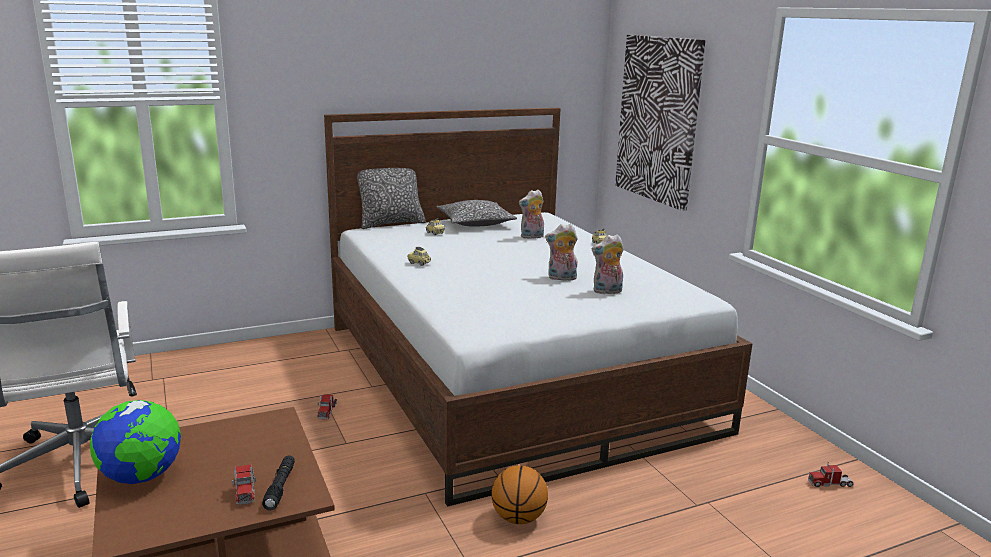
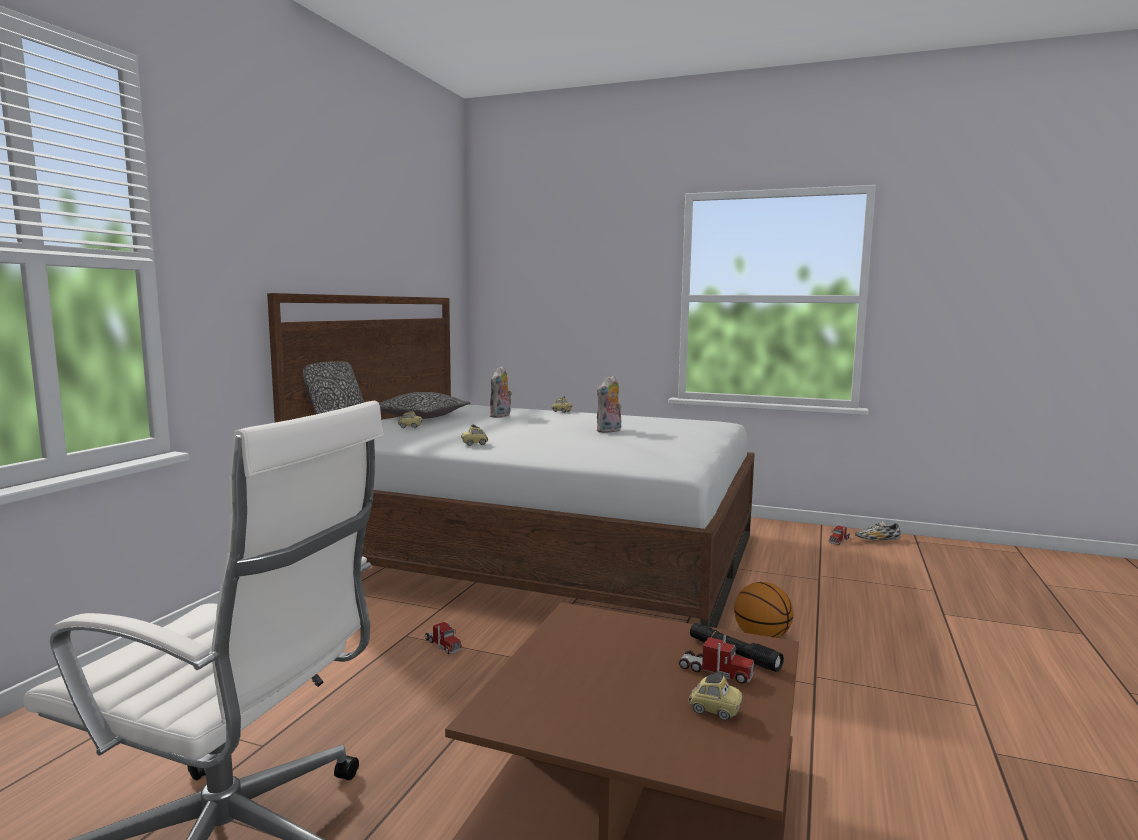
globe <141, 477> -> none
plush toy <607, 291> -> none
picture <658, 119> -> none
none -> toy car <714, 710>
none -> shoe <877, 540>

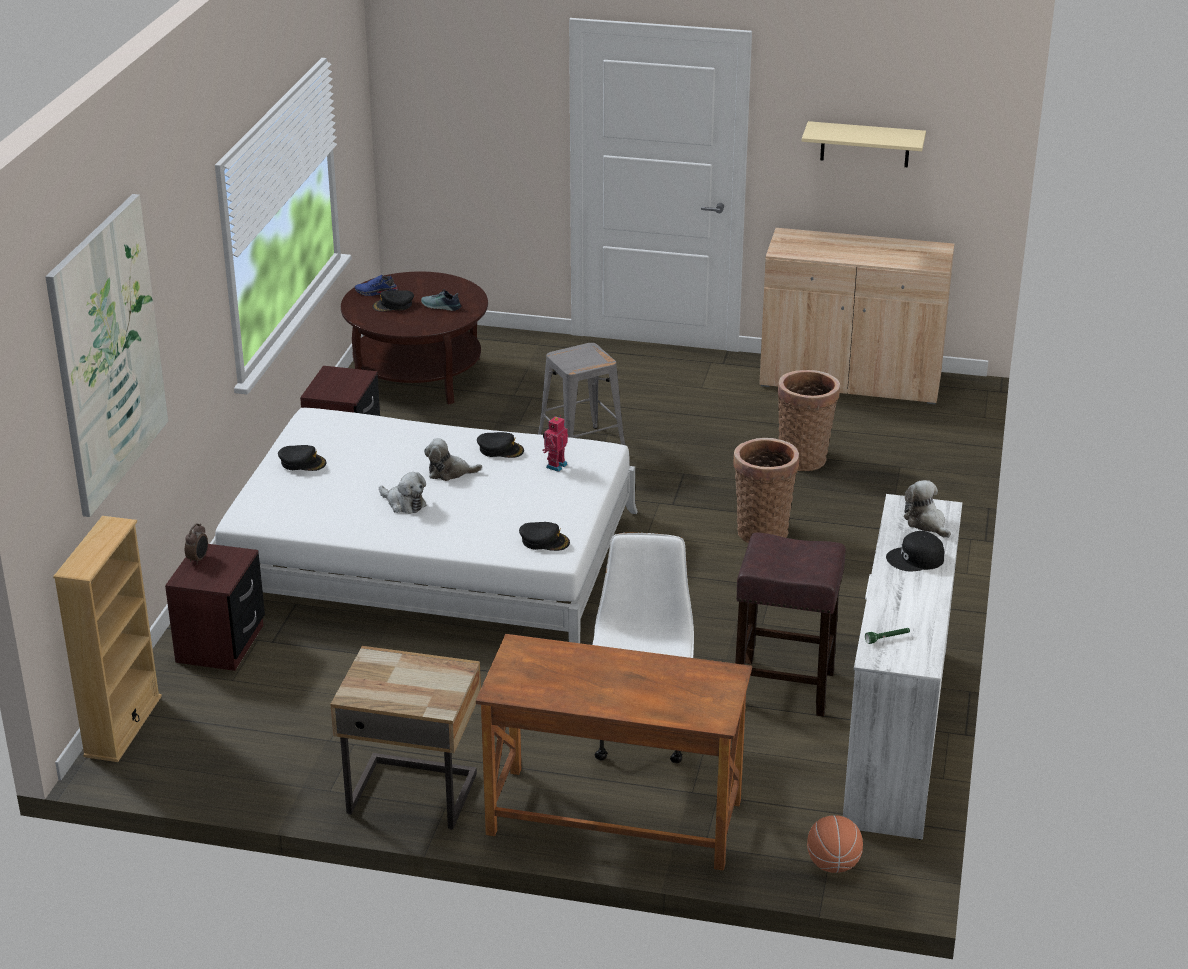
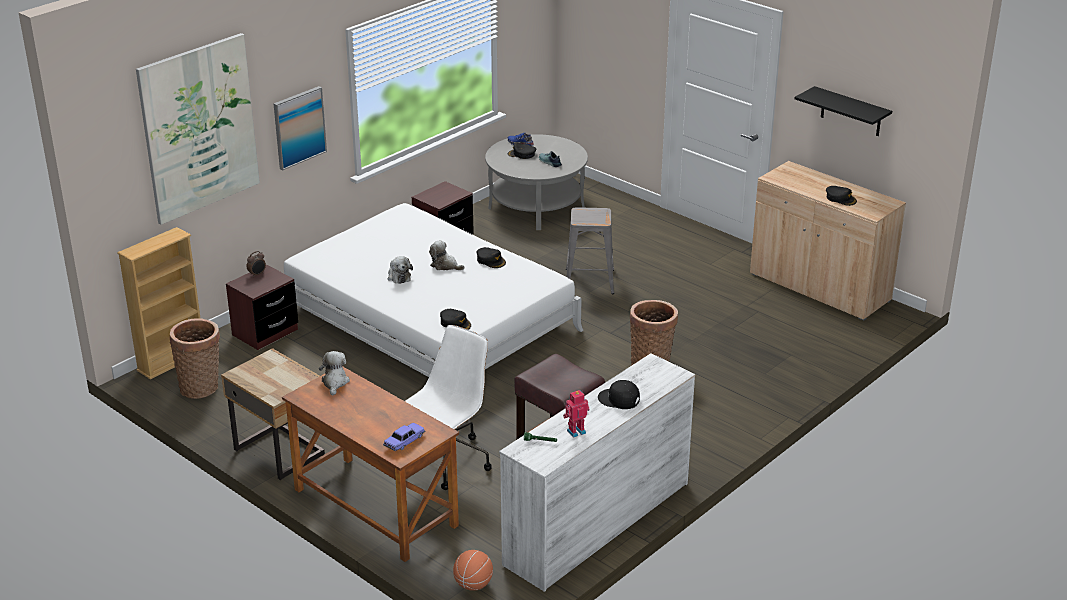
none -> picture <299, 127>
none -> toy car <404, 441>
cap (black) <302, 462> -> cap (black) <840, 198>, move
toy robot <555, 465> -> toy robot <575, 431>, move
basket <804, 457> -> basket <201, 387>, move
plush toy <926, 523> -> plush toy <335, 382>, move
coffee table (brown) <418, 376> -> coffee table (grey) <536, 207>
shelf (beige) <865, 144> -> shelf (black) <851, 112>

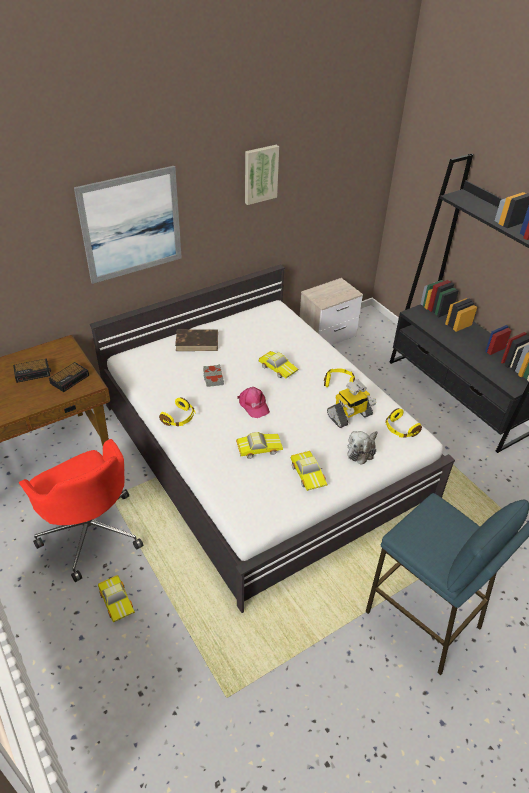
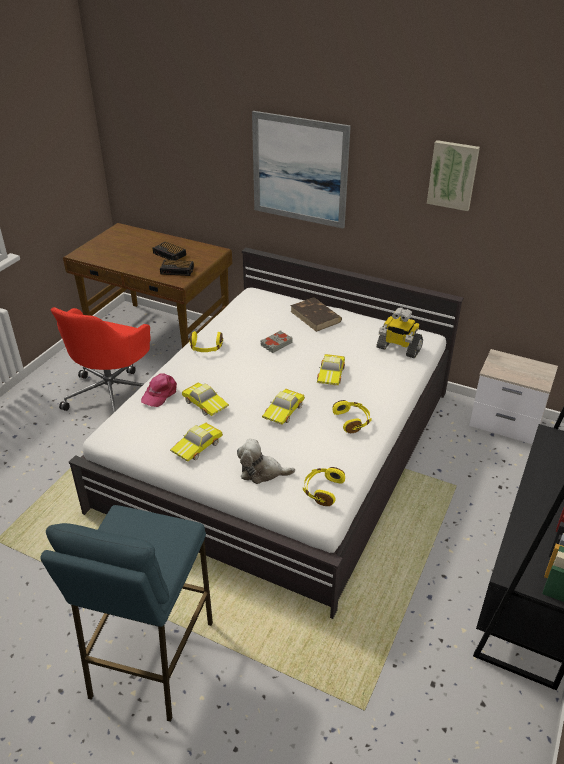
toy car <117, 600> -> toy car <284, 411>, move
cap (pink) <253, 405> -> cap (pink) <160, 393>, move
toy robot <349, 416> -> toy robot <398, 348>, move

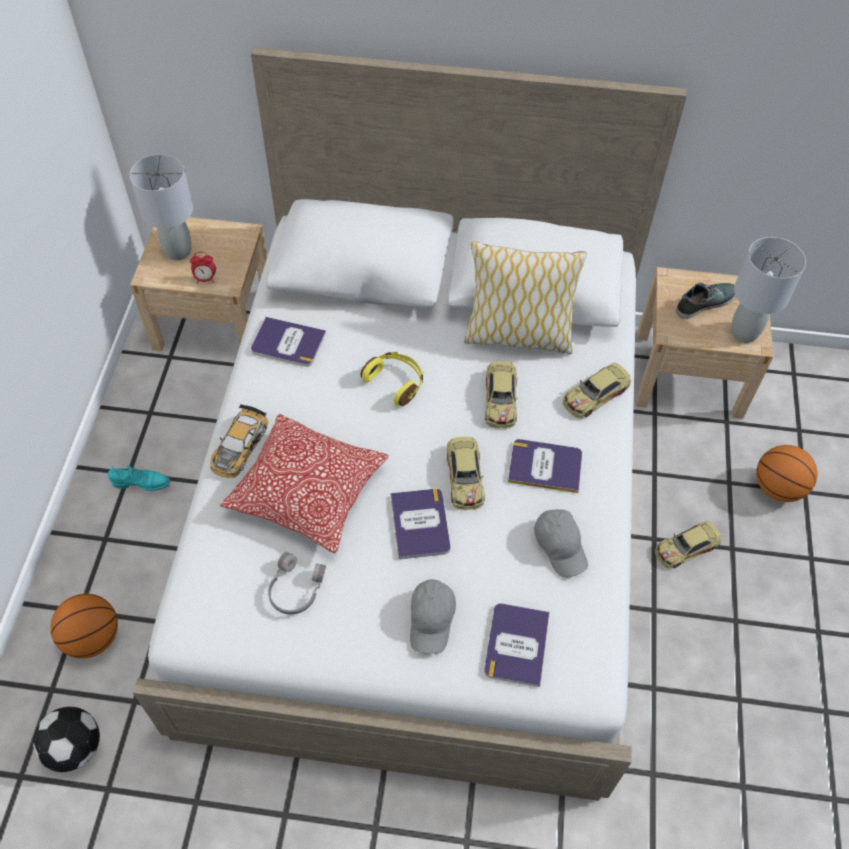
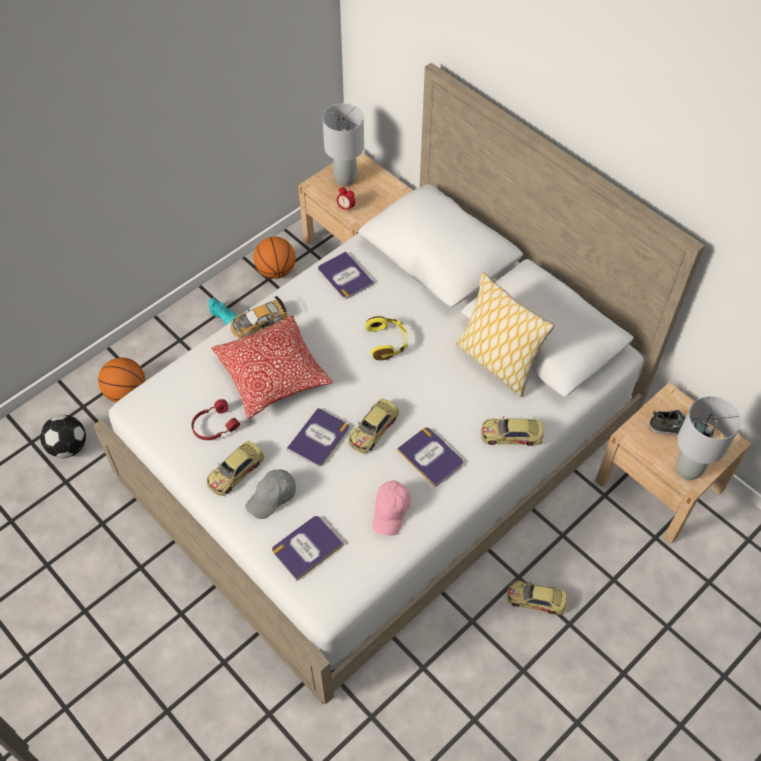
toy car <500, 399> -> toy car <235, 471>, move
basketball <777, 488> -> basketball <276, 271>, move
headphones (grey) <295, 589> -> headphones (red) <214, 425>
cap (grey) <560, 546> -> cap (pink) <391, 511>

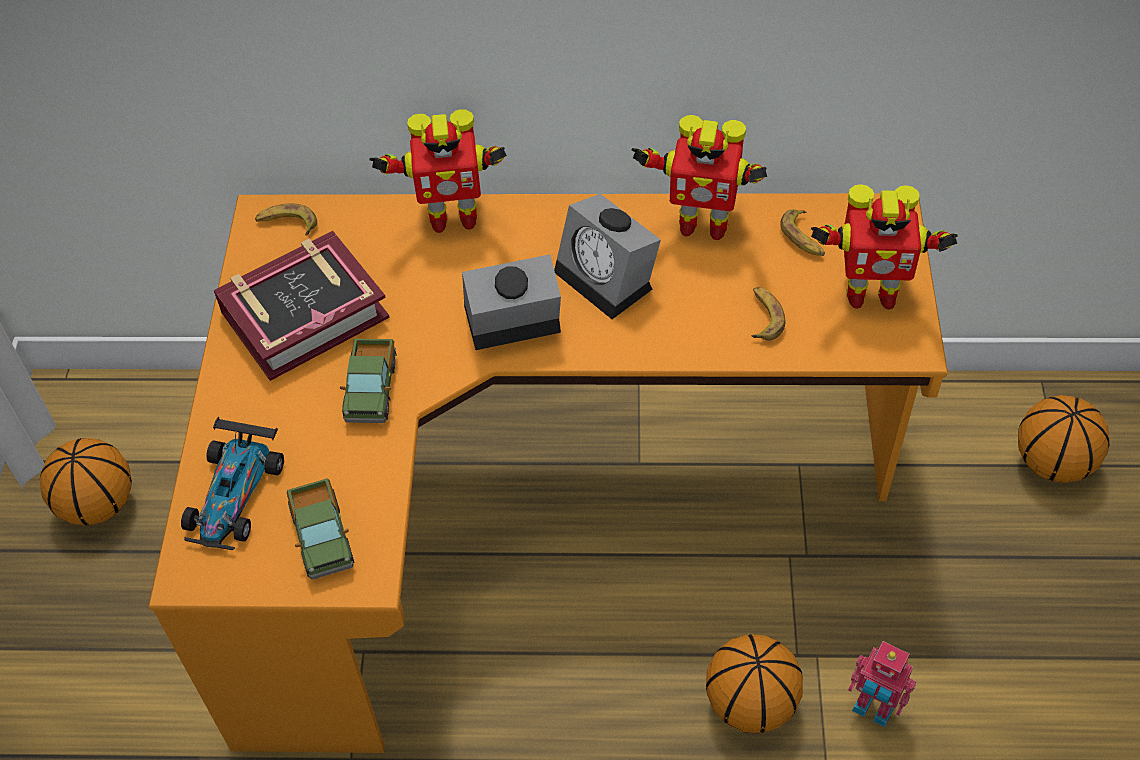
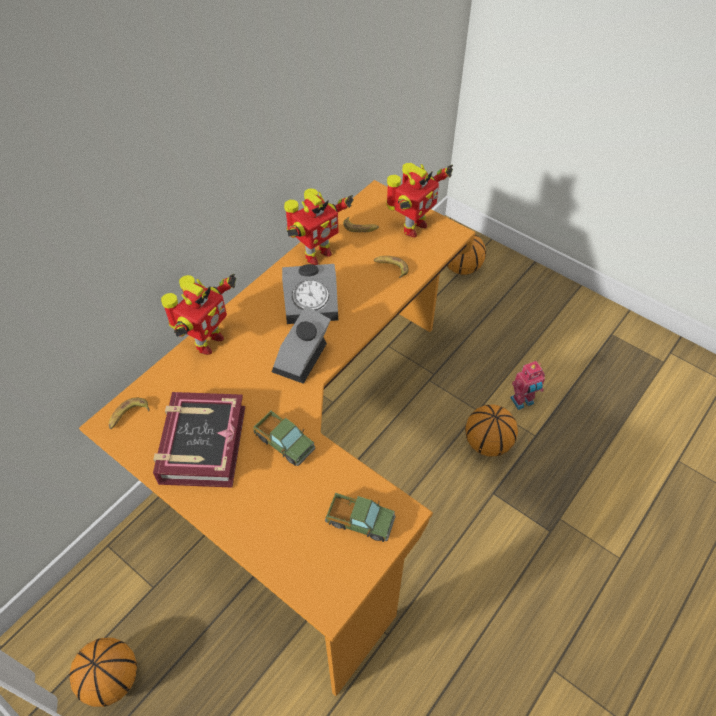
toy car <234, 494> -> none

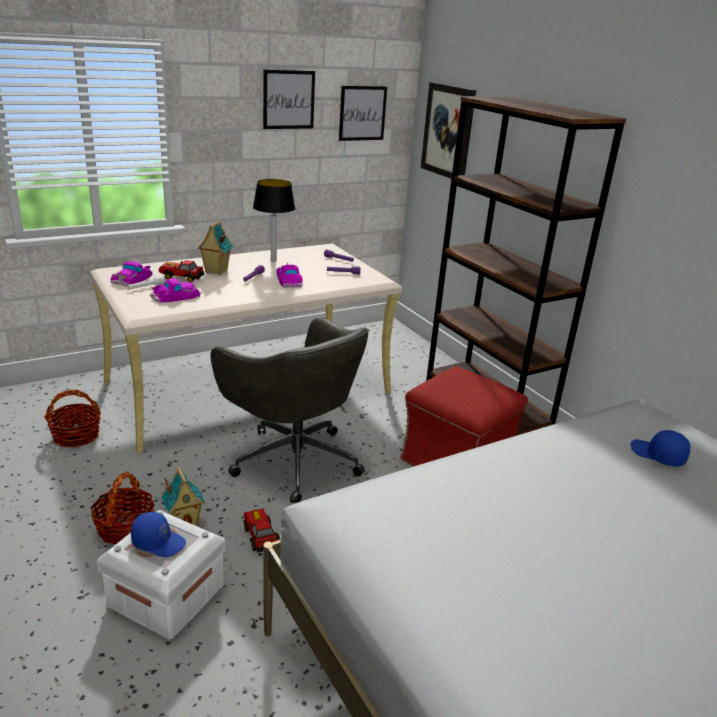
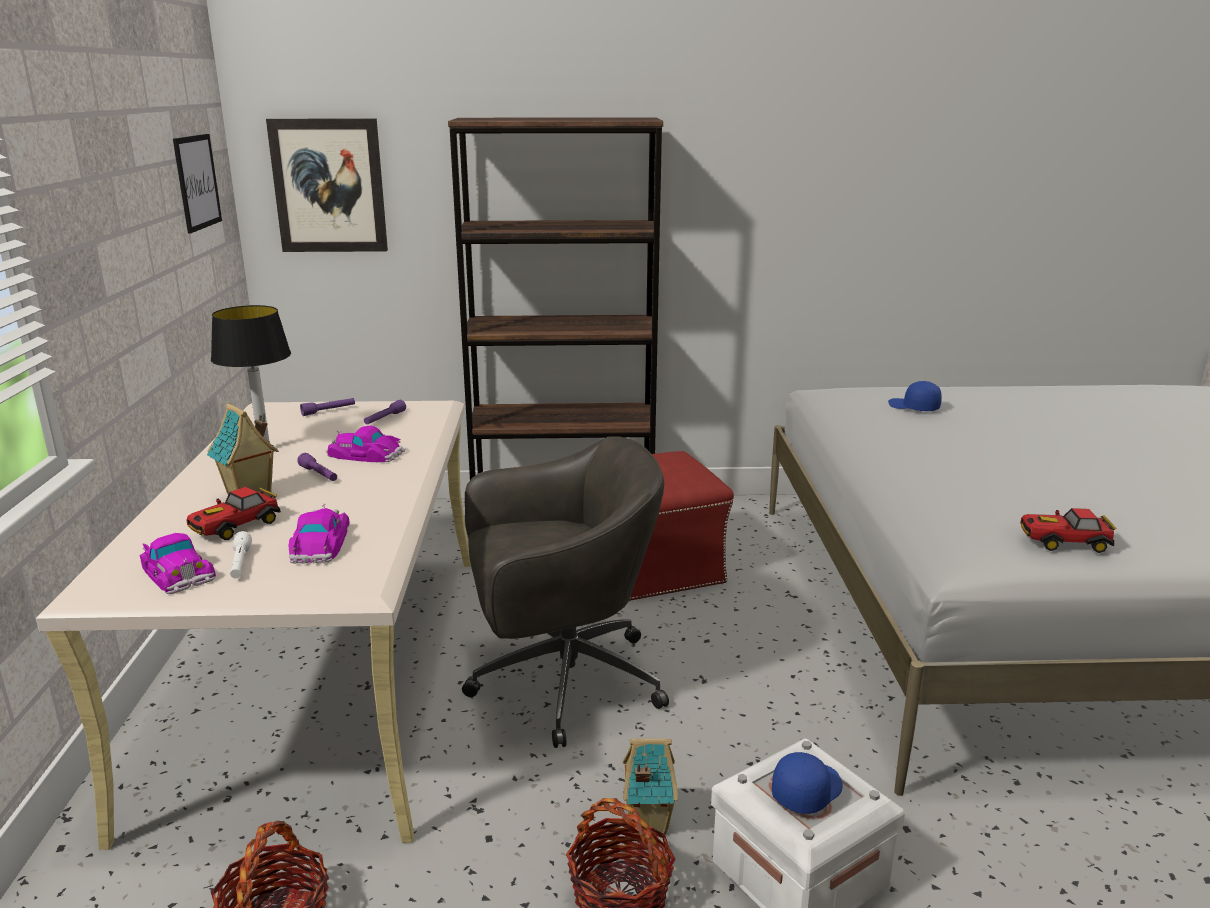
picture <288, 99> -> none
toy car <260, 536> -> toy car <1063, 542>, move
cap (blue) <657, 455> -> cap (blue) <913, 407>, 60 degrees clockwise

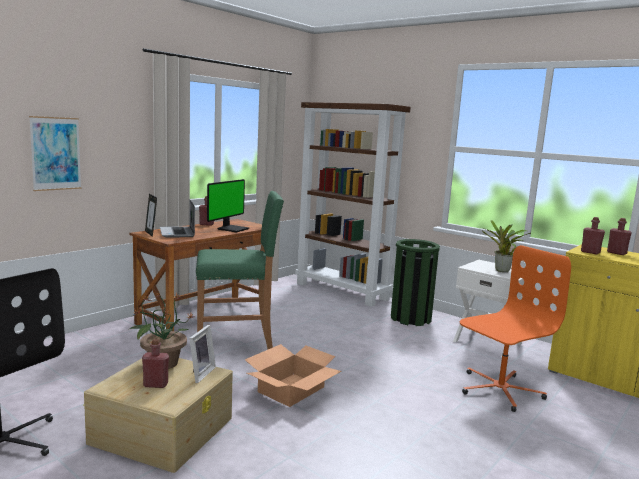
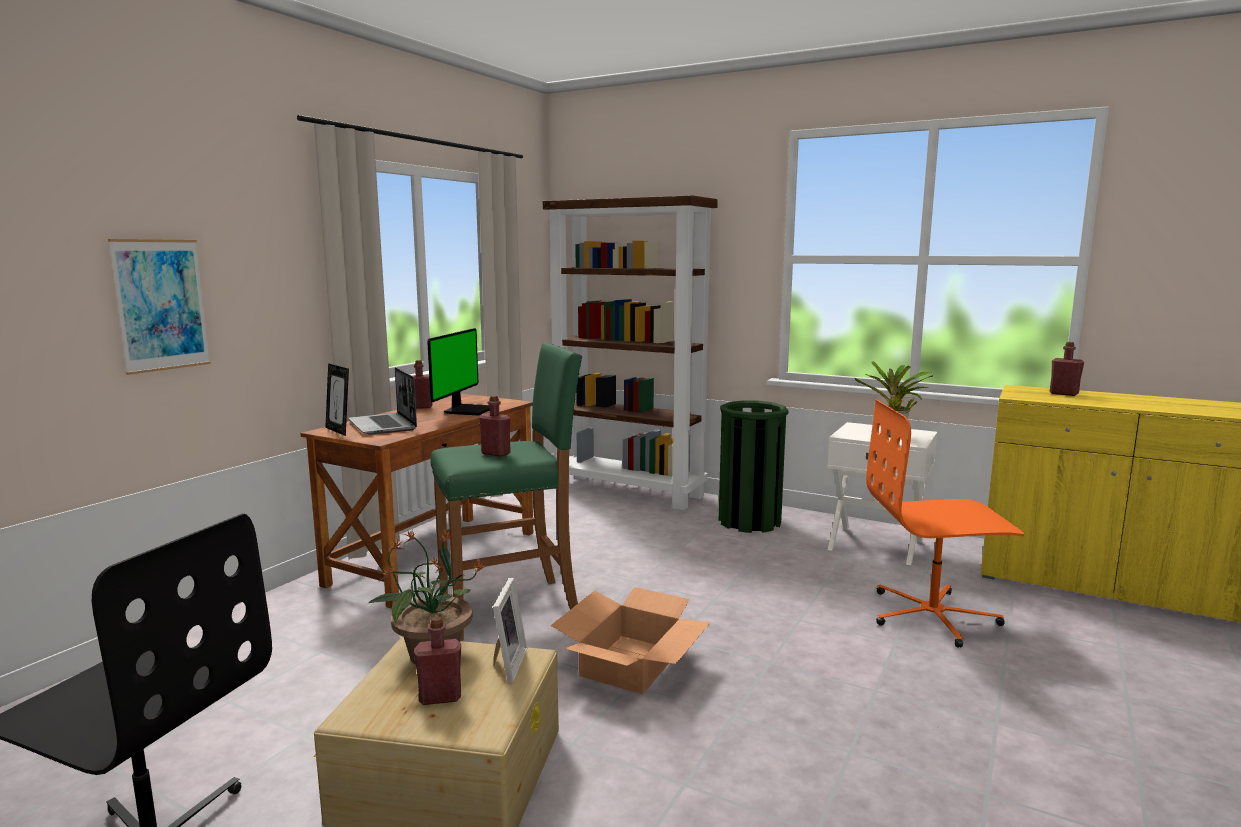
bottle (red) <590, 252> -> bottle (red) <496, 453>, move
office chair (orange) <499, 390> -> office chair (orange) <933, 616>, 135 degrees counterclockwise

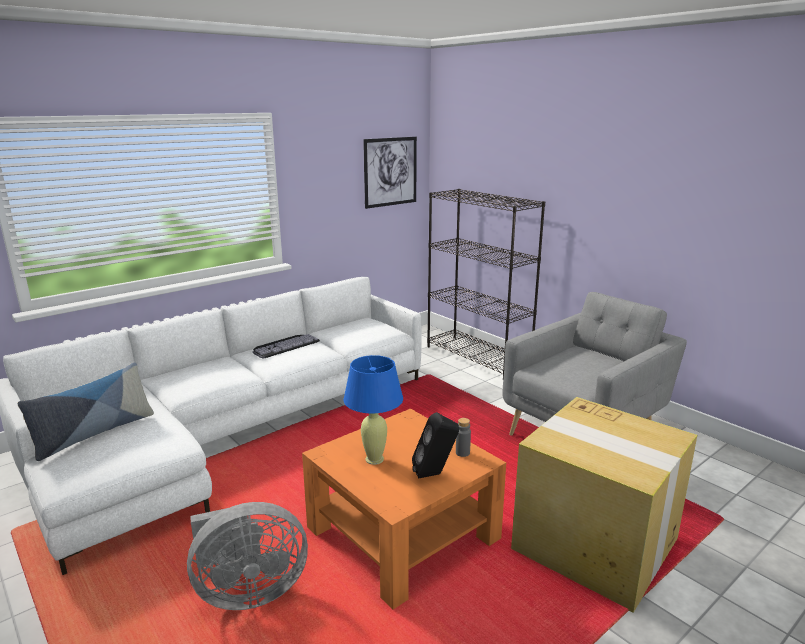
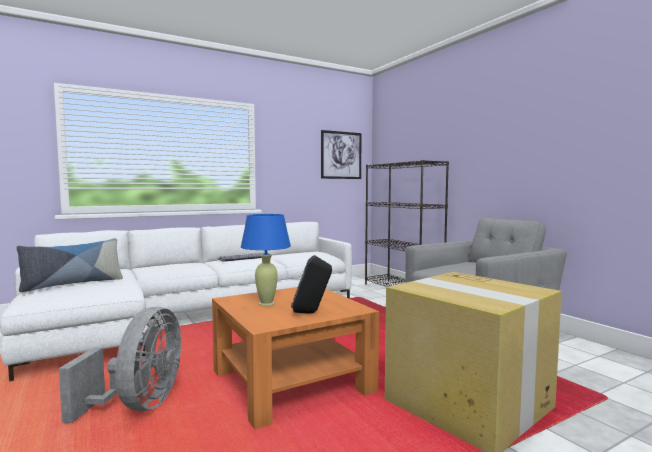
bottle (grey) <462, 453> -> none
fan (grey) <248, 592> -> fan (grey) <139, 405>, 75 degrees counterclockwise

